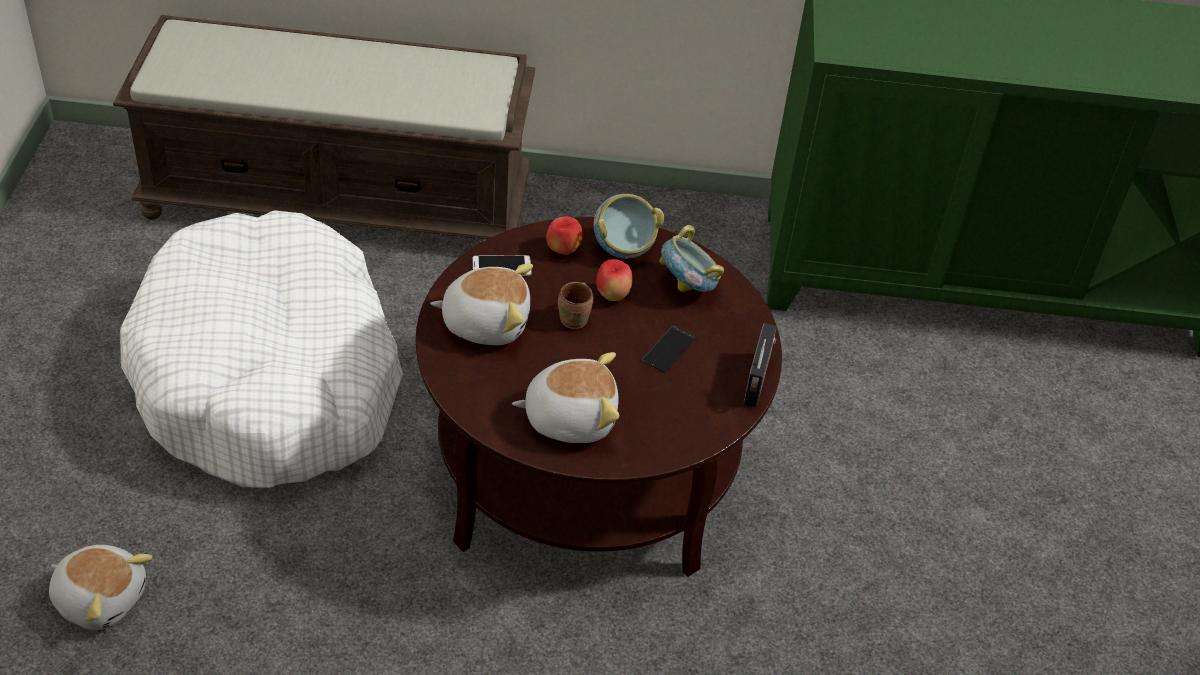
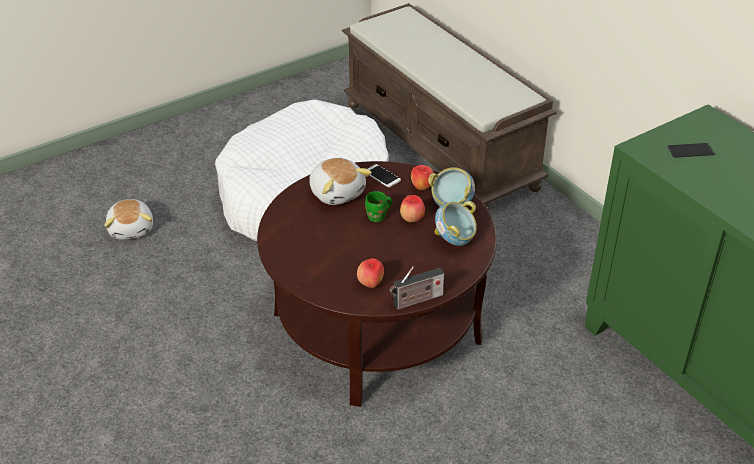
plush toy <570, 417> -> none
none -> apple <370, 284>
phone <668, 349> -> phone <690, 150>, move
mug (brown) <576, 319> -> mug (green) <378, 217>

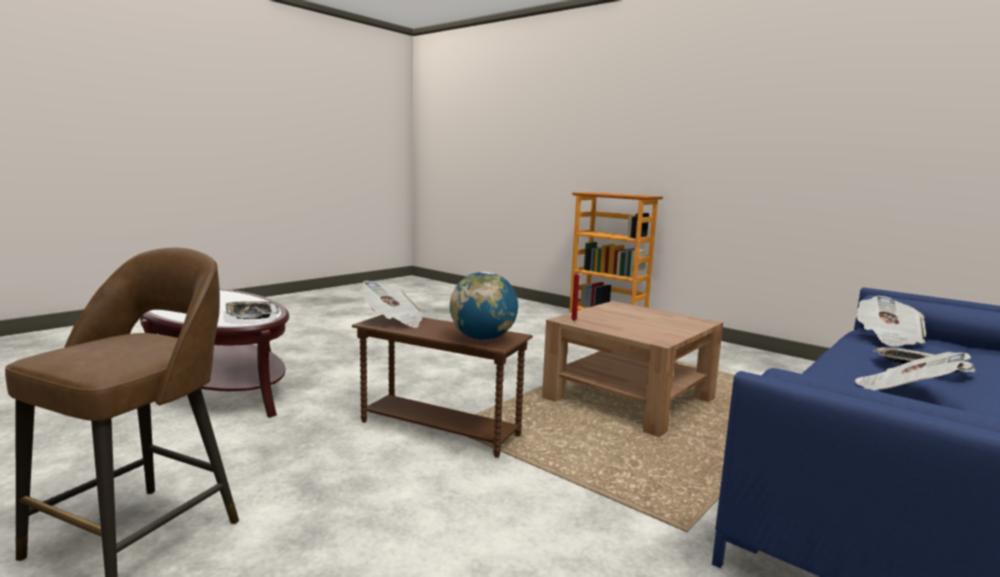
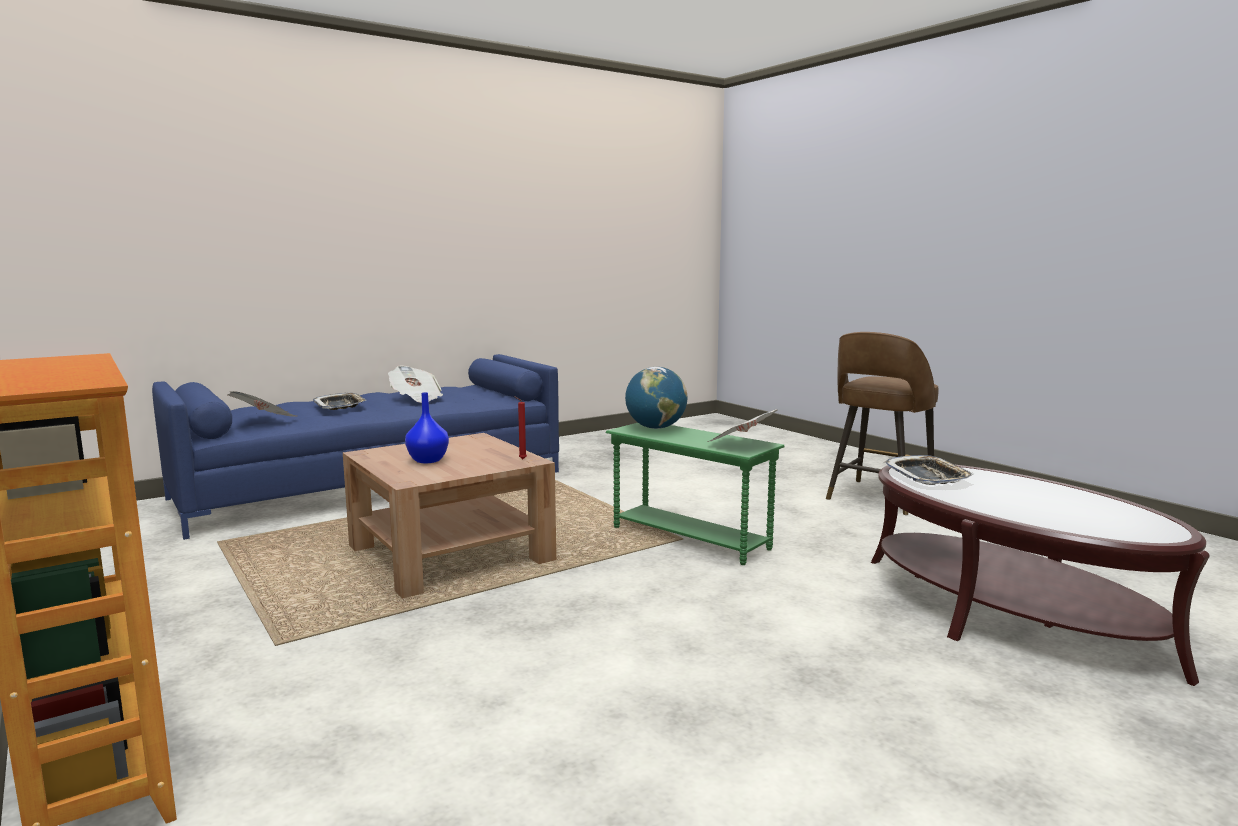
none -> vase (blue) <427, 460>
side table (brown) <439, 429> -> side table (green) <690, 538>

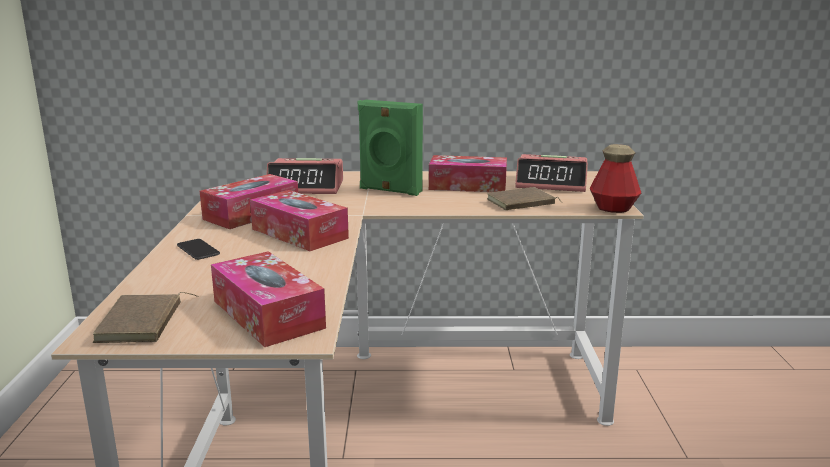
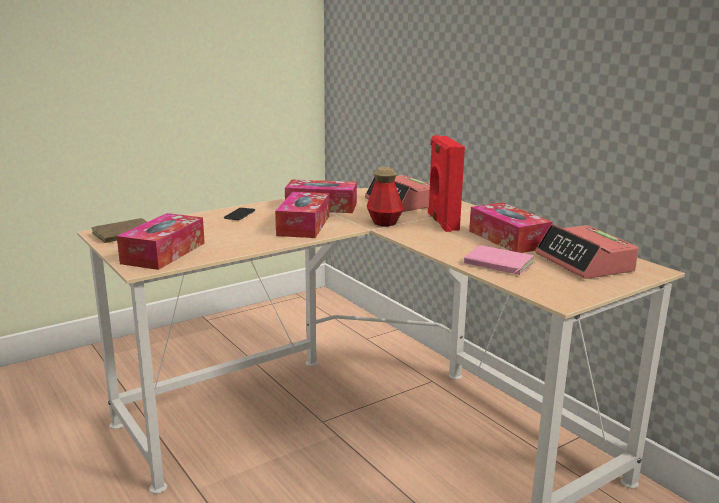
bottle <613, 208> -> bottle <384, 222>, move
speaker (green) <390, 190> -> speaker (red) <441, 222>
book (brown) <521, 203> -> book (pink) <497, 264>

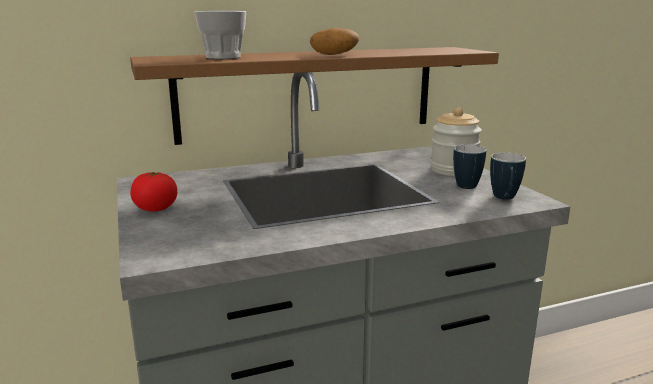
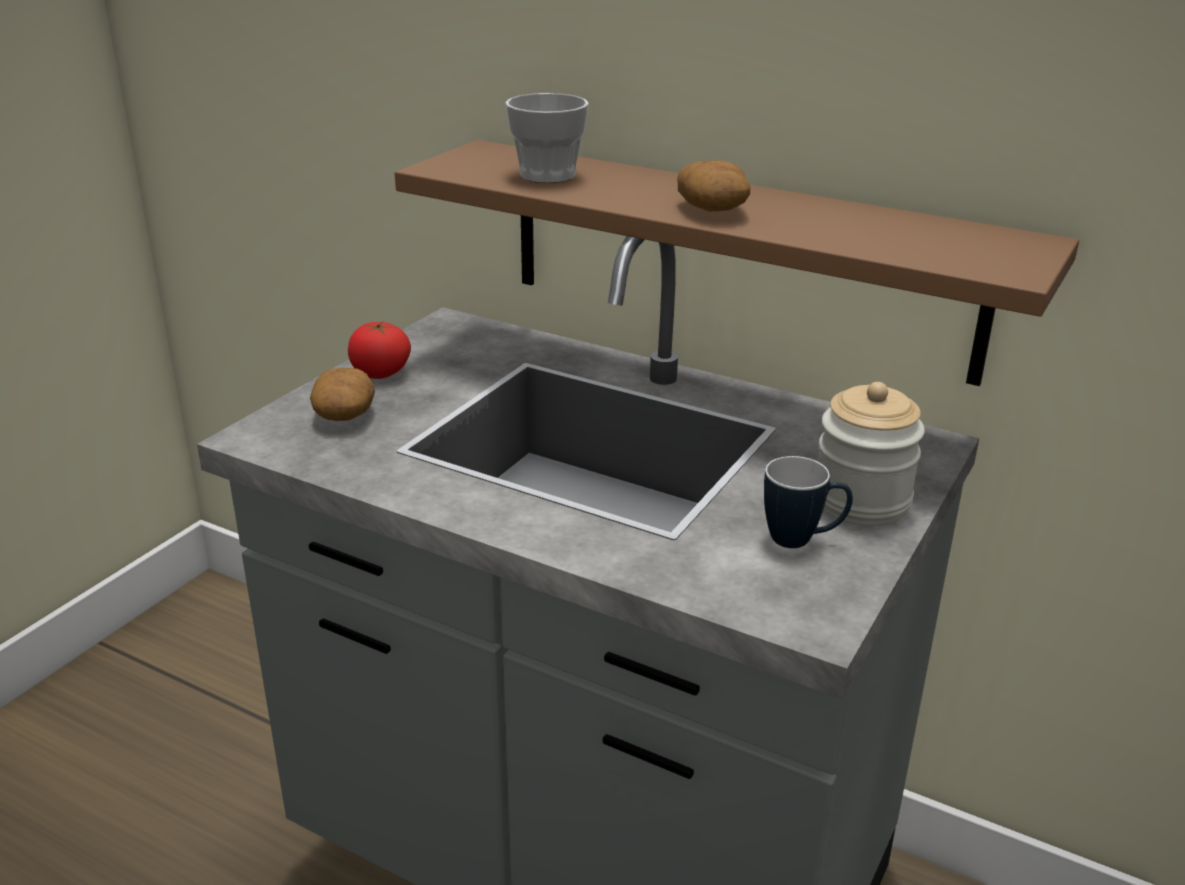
mug <505, 199> -> none
none -> potato <344, 415>

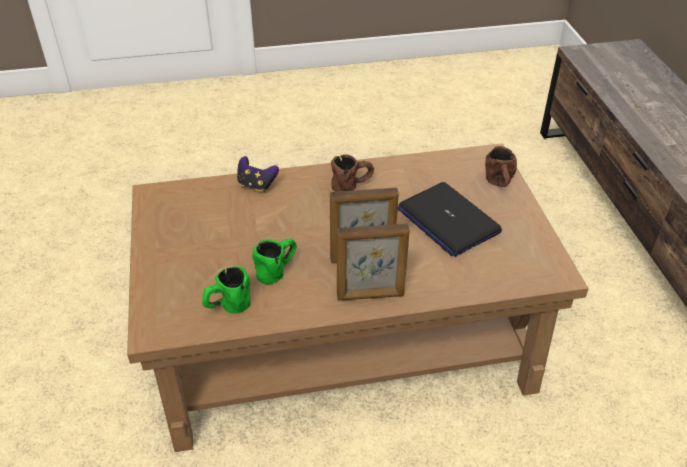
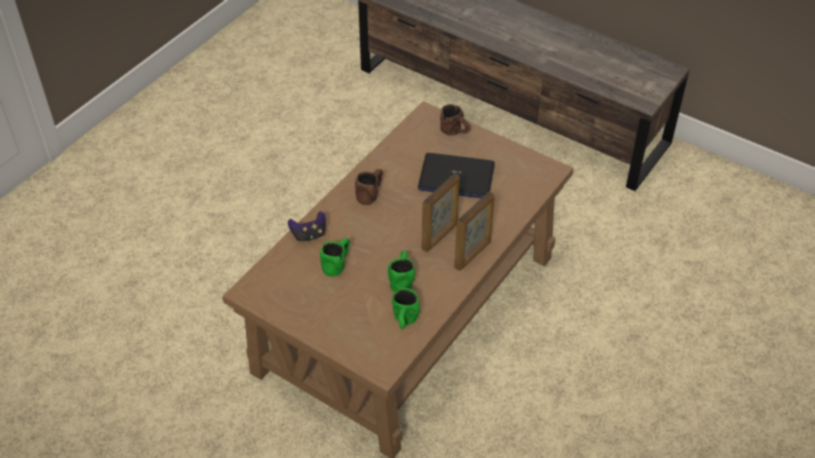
none -> mug (green) <337, 263>

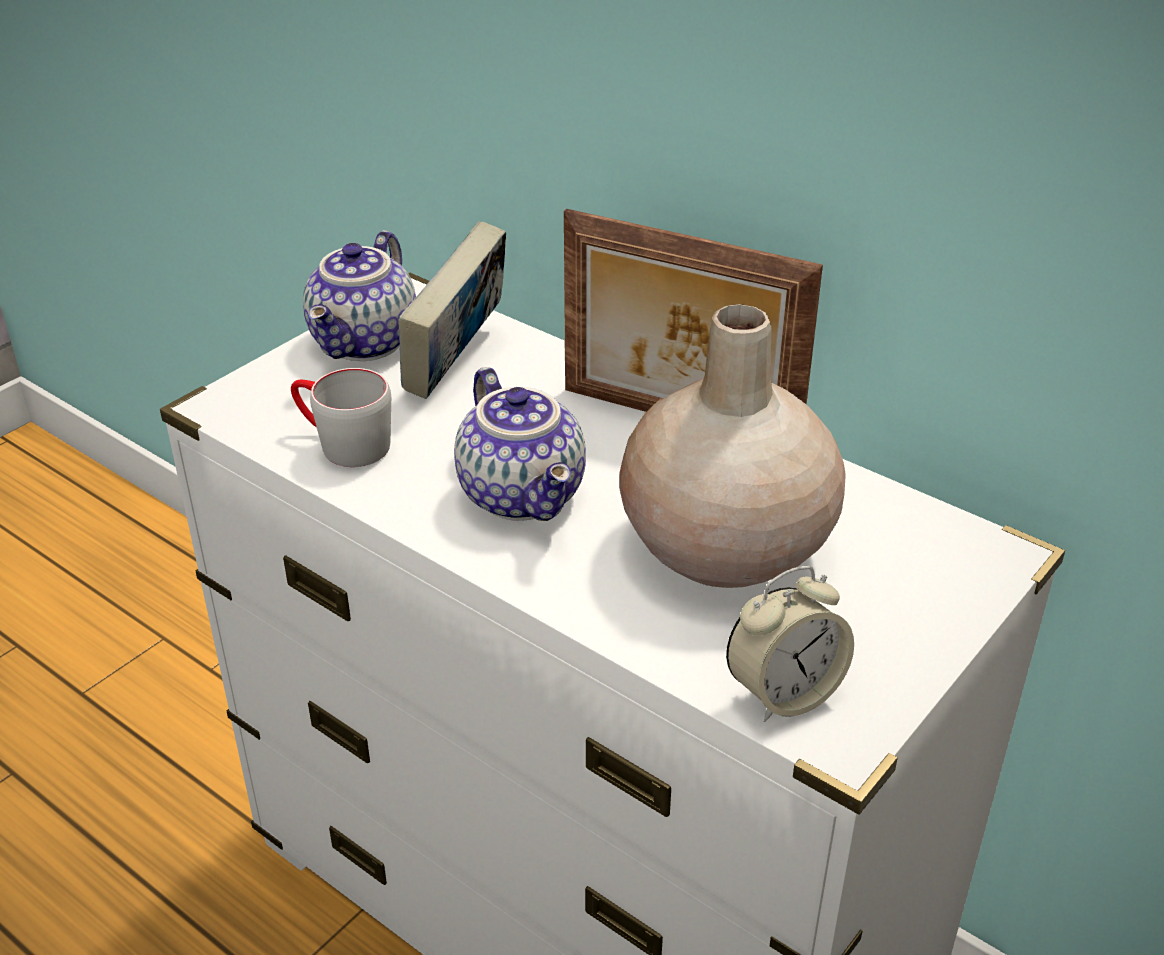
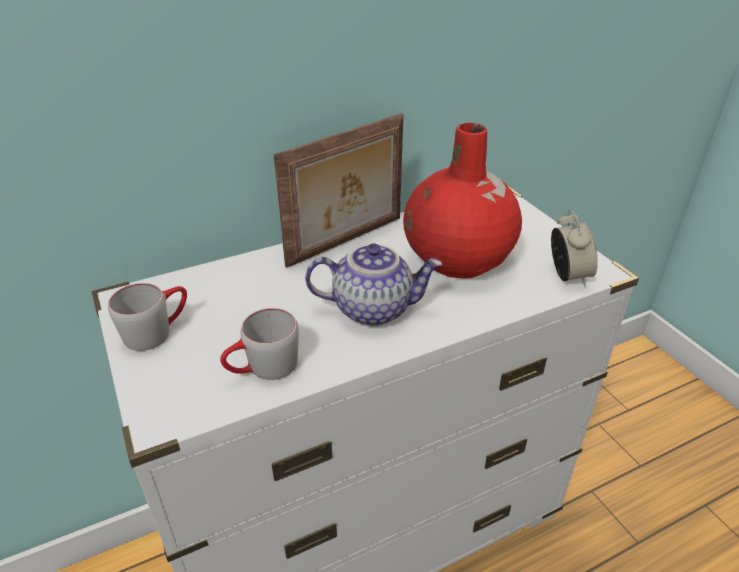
book <457, 365> -> none
teapot <366, 343> -> mug (grey) <157, 330>
vase (beige) <724, 548> -> vase (red) <458, 259>

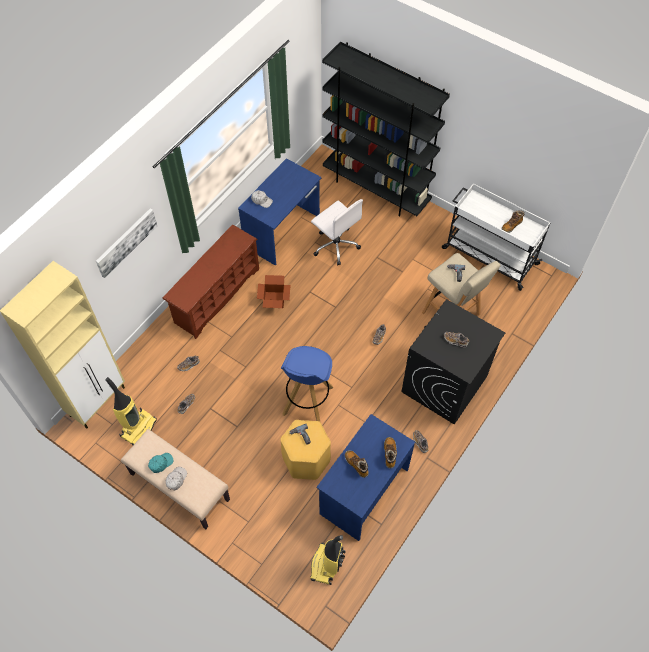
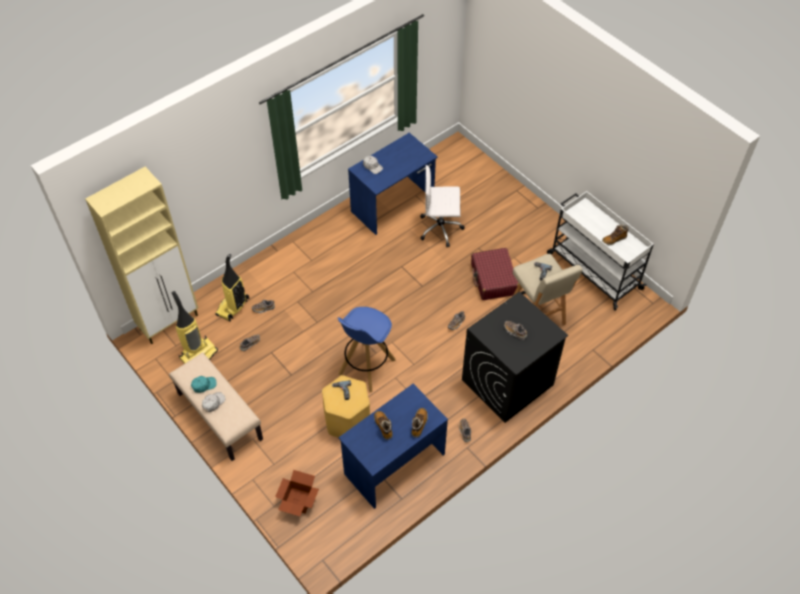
picture <126, 242> -> none
shoe rack (brown) <216, 295> -> none
bookcase (black) <376, 189> -> none
none -> suitcase (red) <493, 279>
cardboard box <274, 300> -> cardboard box <297, 501>, move
vacuum cleaner <326, 565> -> vacuum cleaner <233, 307>, move
office chair (white) <335, 245> -> office chair (white) <441, 228>, 120 degrees clockwise

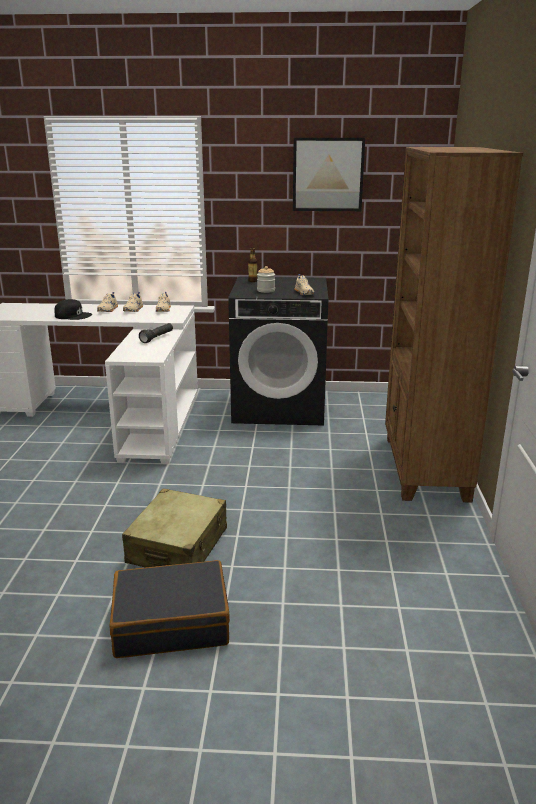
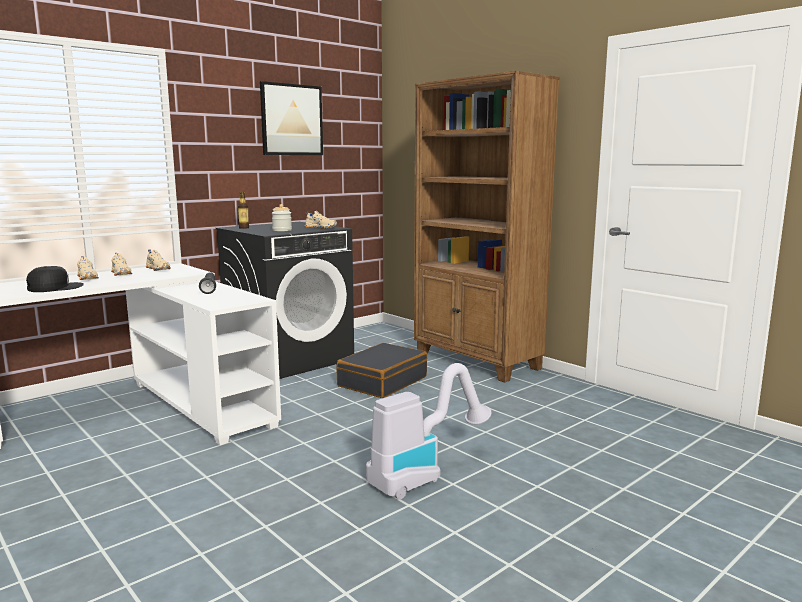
suitcase (black) <171, 622> -> suitcase (black) <382, 381>, move
suitcase (beige) <178, 546> -> vacuum cleaner <424, 473>

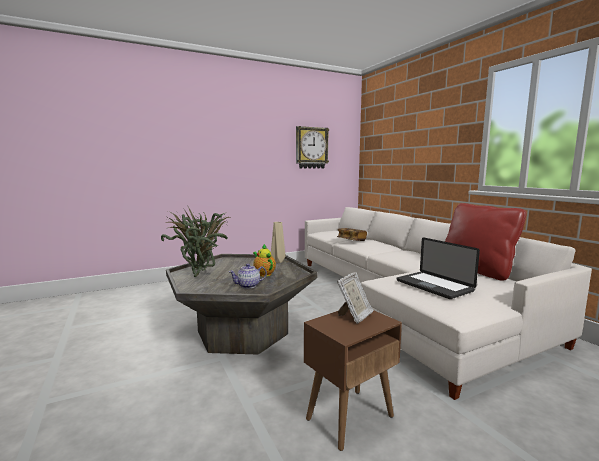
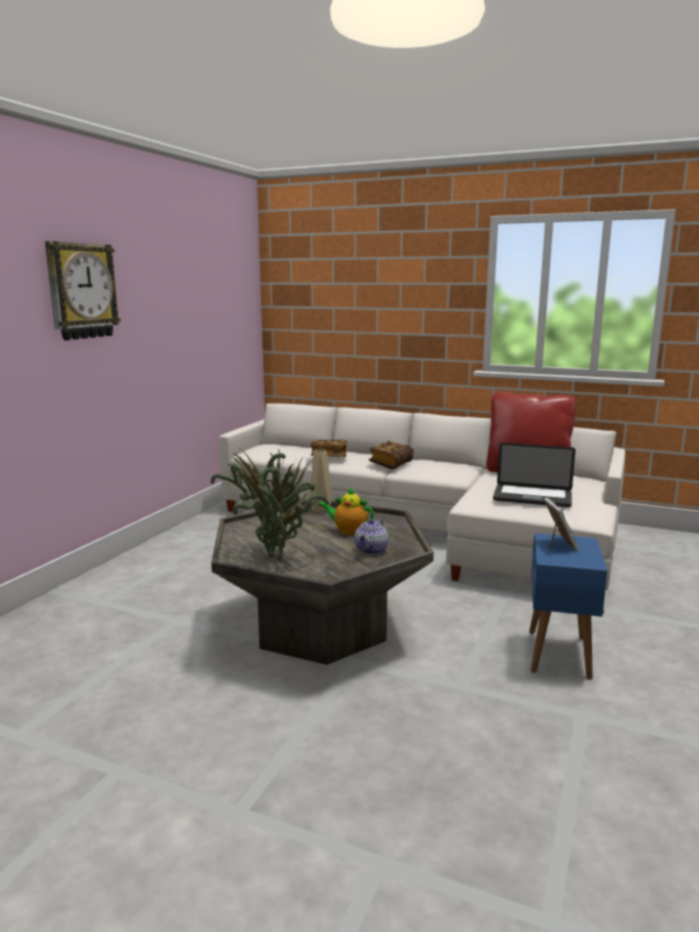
none -> book <391, 464>
wall clock <311, 148> -> wall clock <81, 291>, move
side table (brown) <350, 417> -> side table (blue) <558, 653>

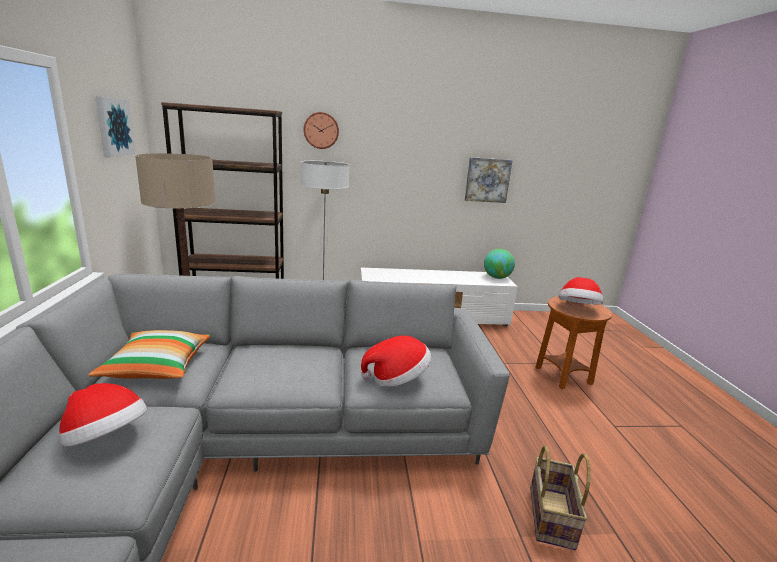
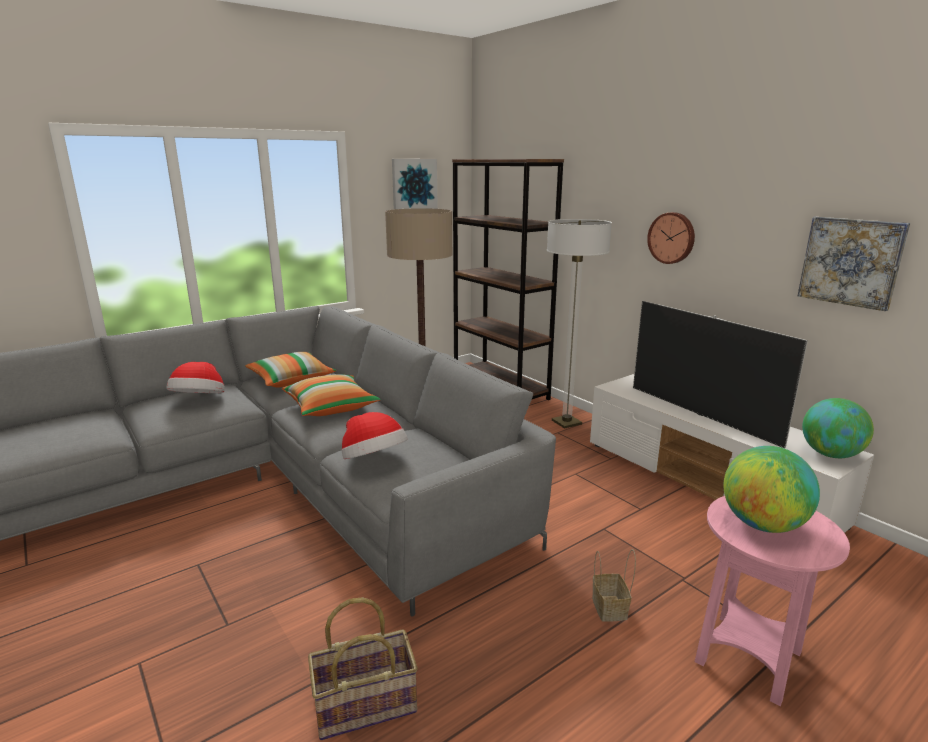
none -> pillow <331, 407>
none -> basket <610, 609>
none -> television <701, 415>
wall clock <321, 130> -> wall clock <672, 238>, move
hat <577, 308> -> globe <762, 525>
side table (brown) <563, 376> -> side table (pink) <747, 657>

